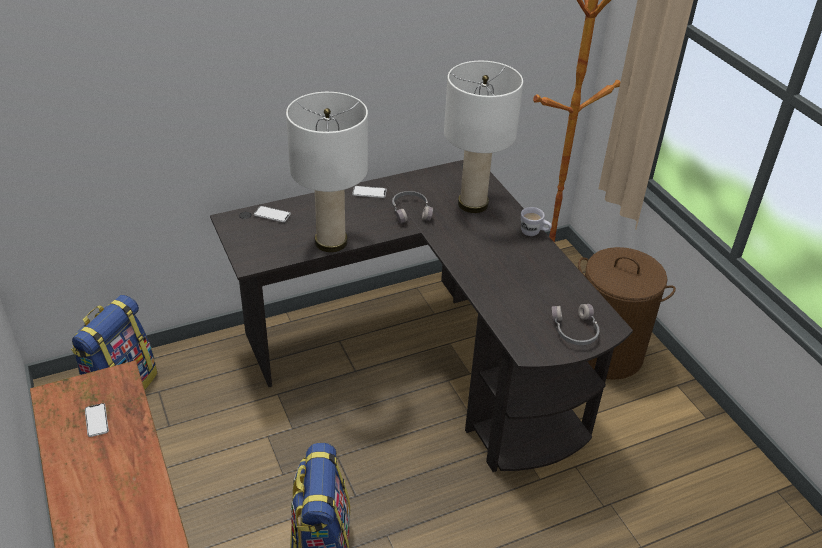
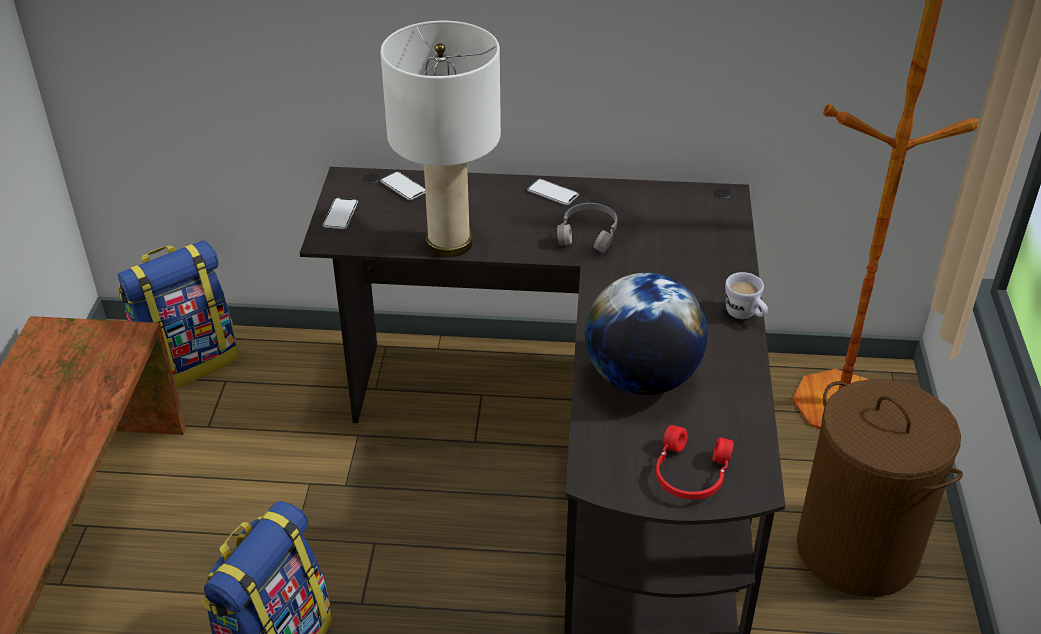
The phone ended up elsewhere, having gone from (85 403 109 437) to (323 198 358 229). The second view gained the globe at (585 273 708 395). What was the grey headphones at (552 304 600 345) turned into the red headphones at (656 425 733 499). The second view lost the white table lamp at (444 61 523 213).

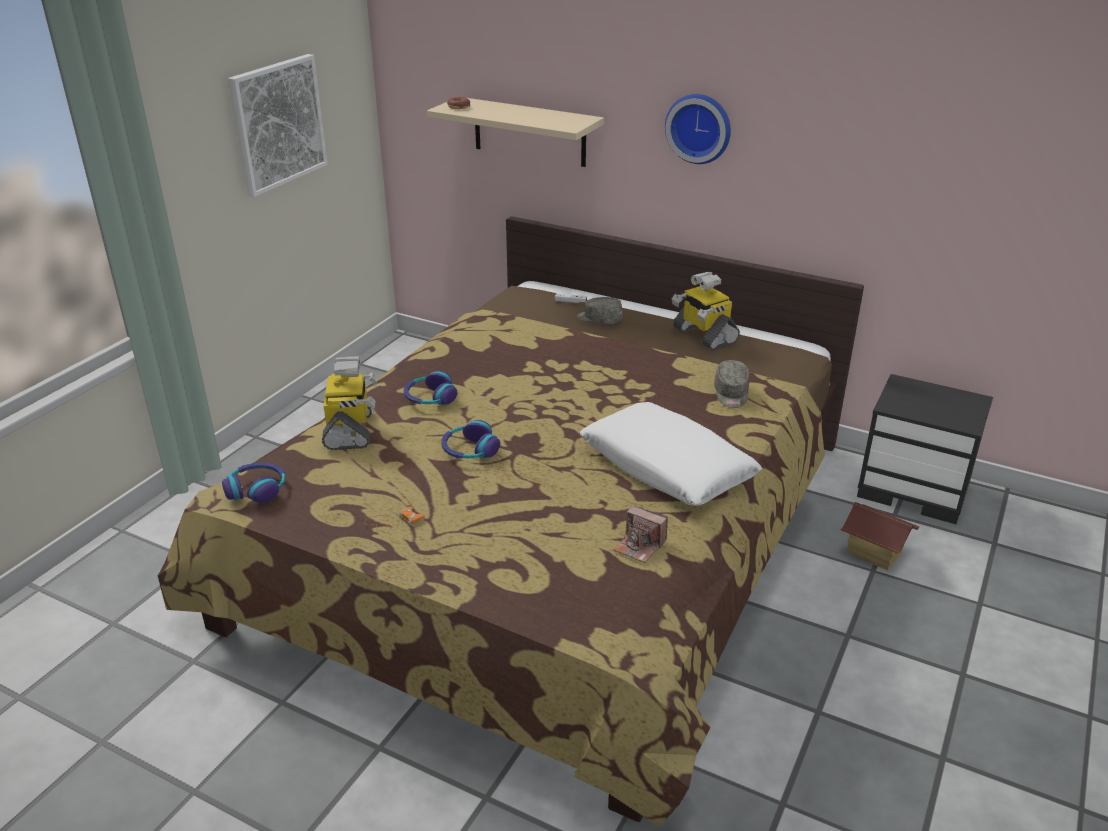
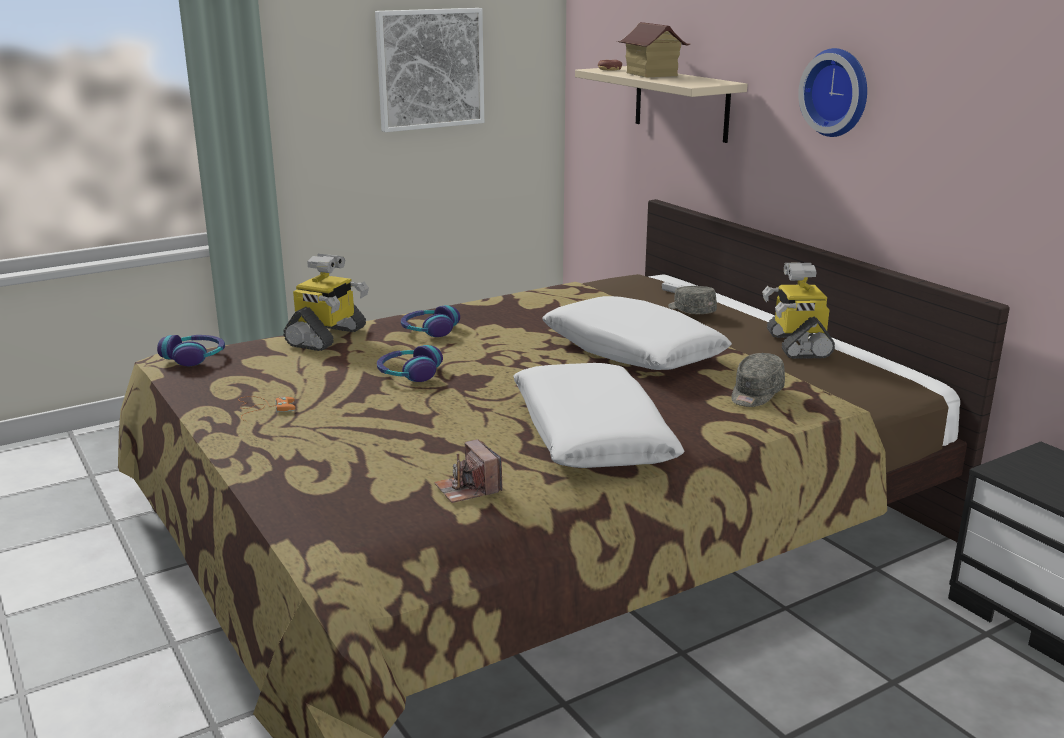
The second view gained the white pillow at (542 296 732 370). The toy house ended up elsewhere, having gone from (841 502 919 570) to (617 22 690 78).

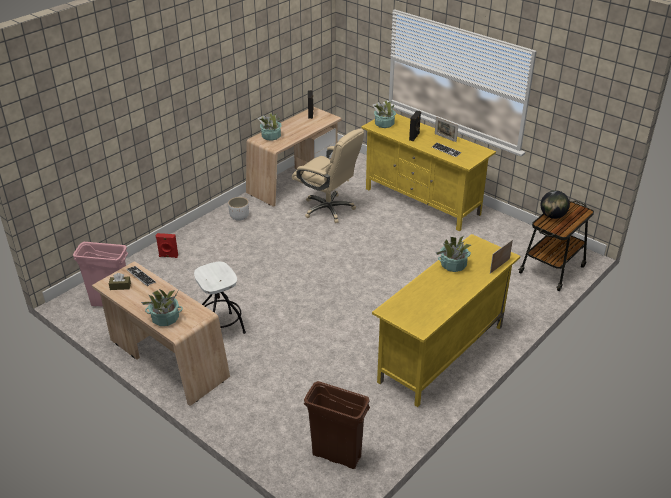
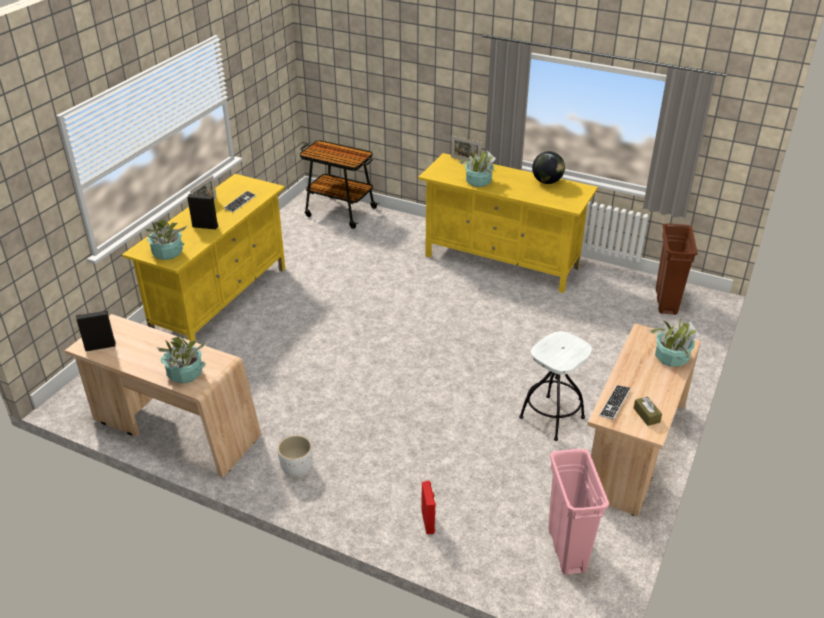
The globe ended up elsewhere, having gone from (541 190 570 219) to (532 151 565 184). The second view lost the beige office chair at (292 128 364 223).

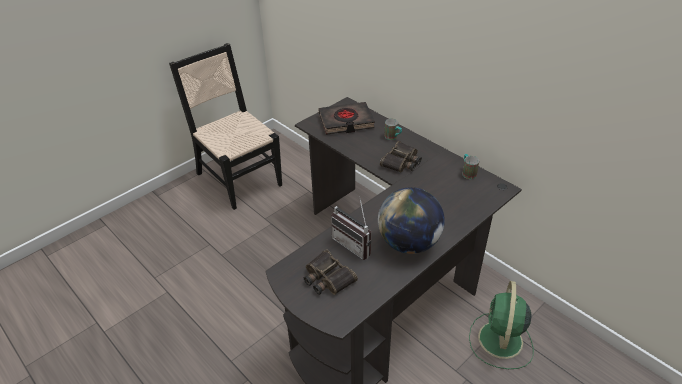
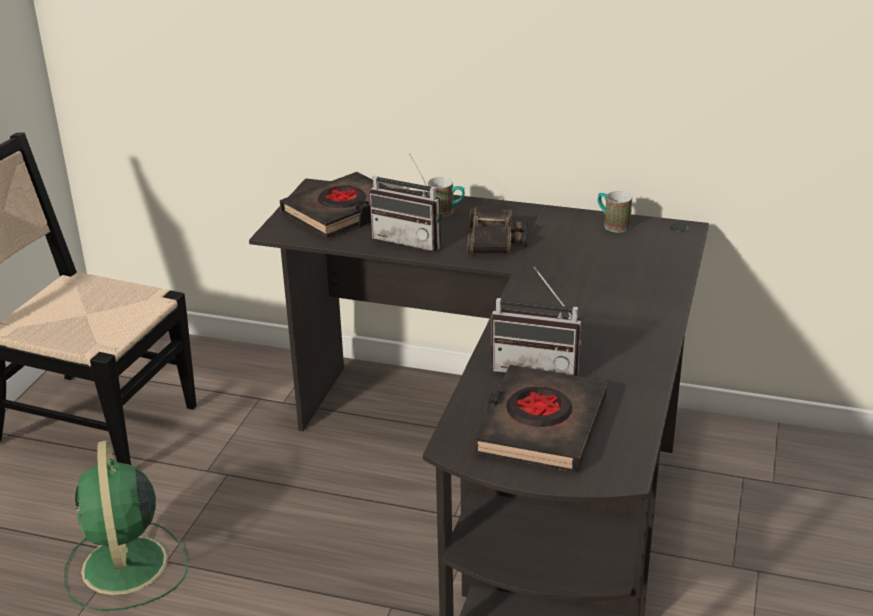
The green fan ended up elsewhere, having gone from (469 281 534 369) to (64 440 188 611). The second view gained the radio at (369 153 442 251). Where the binoculars stood at (304 249 358 295), the black book came to stand at (474 365 607 472). The second view lost the globe at (378 187 445 254).

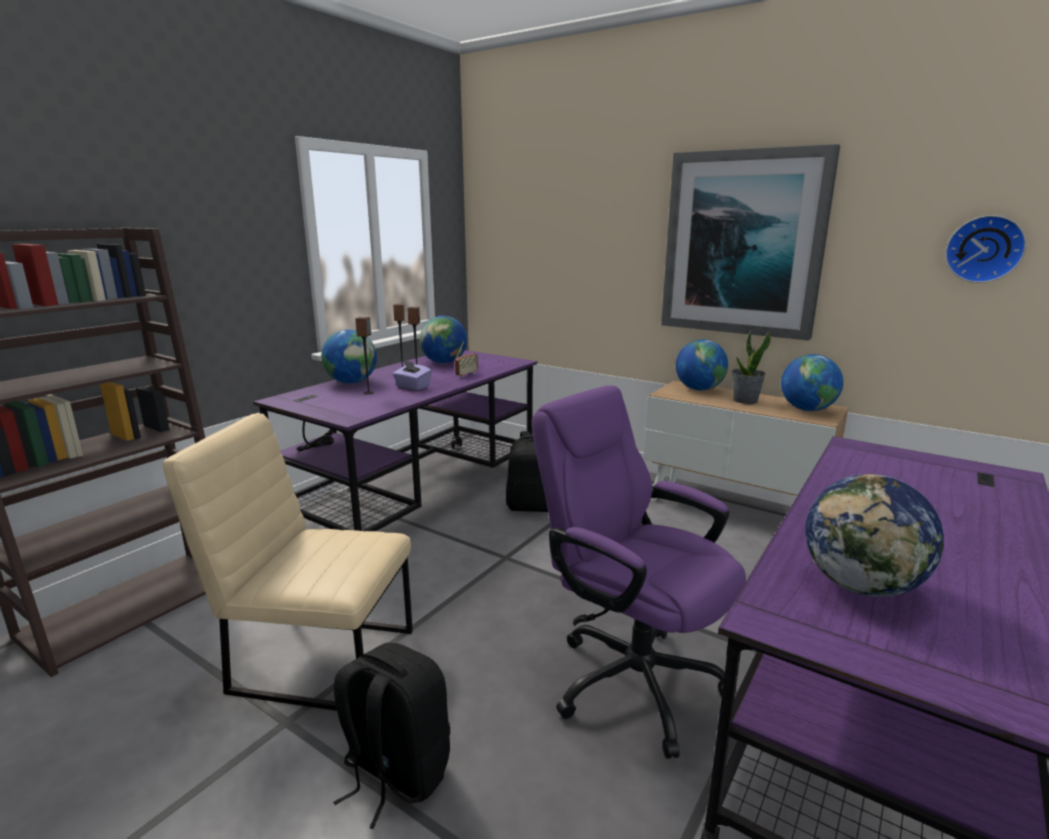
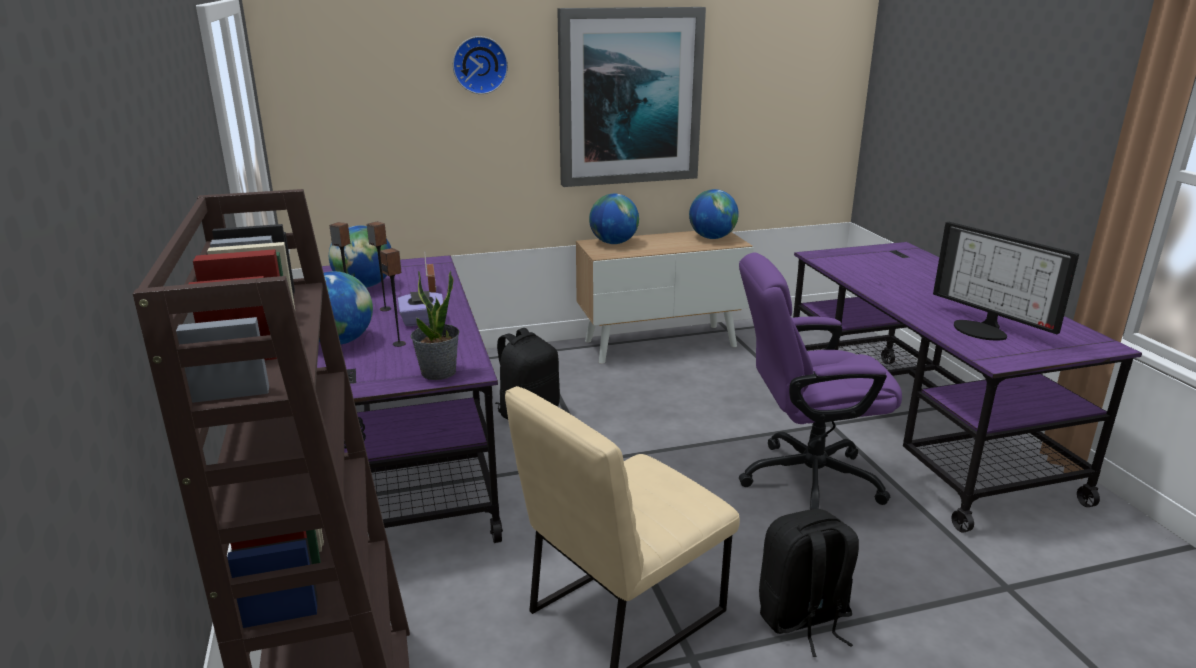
The potted plant ended up elsewhere, having gone from (731 329 771 404) to (410 270 460 380). The wall clock ended up elsewhere, having gone from (945 215 1027 283) to (453 36 508 94). Where the globe stood at (805 474 944 597), the monitor came to stand at (933 222 1079 340).

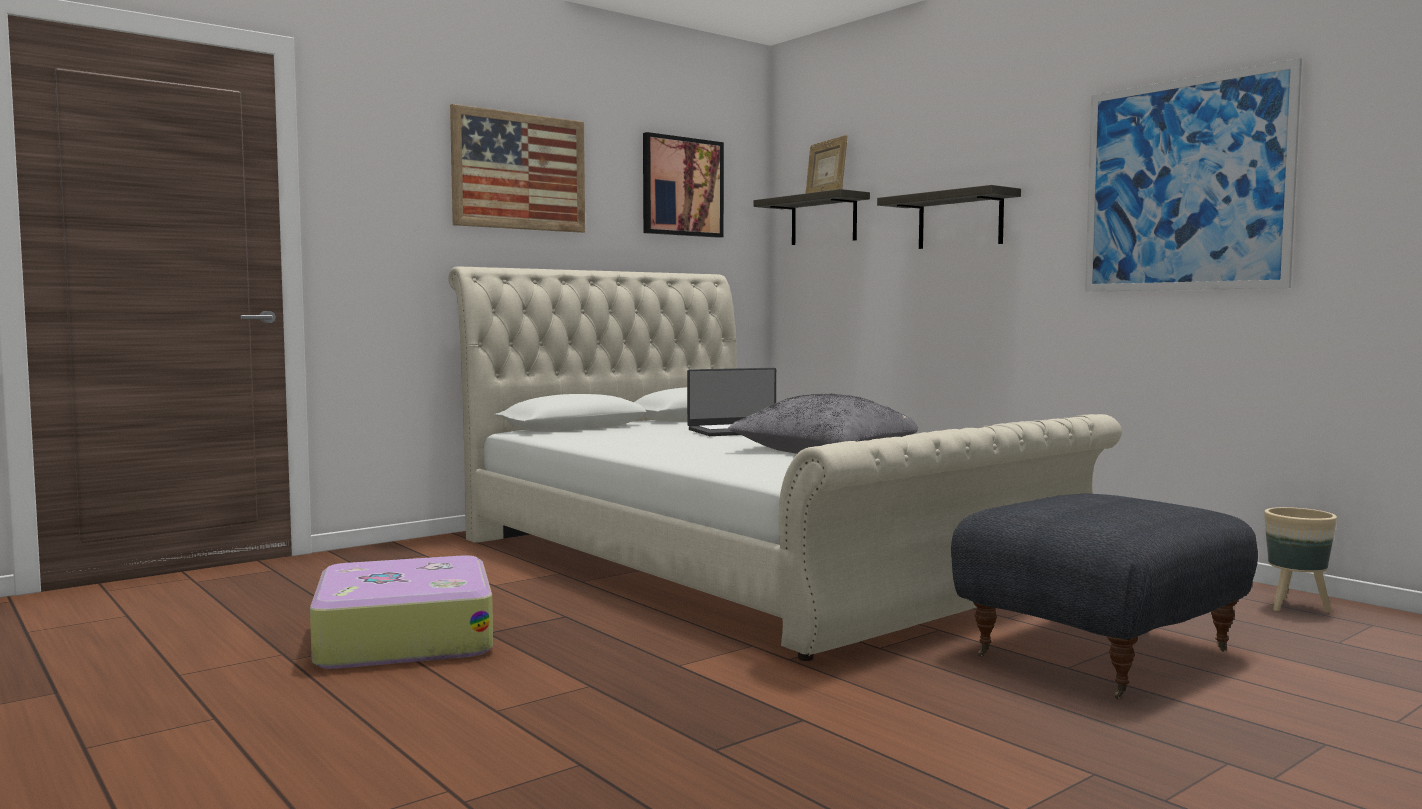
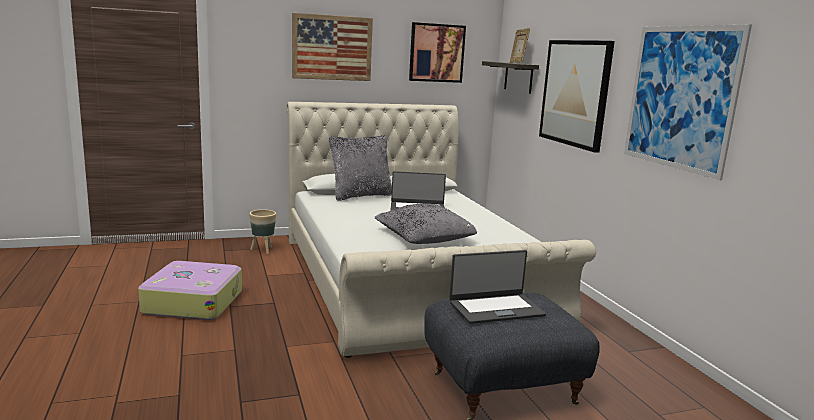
The beige planter ended up elsewhere, having gone from (1264 507 1337 612) to (249 209 276 254). The second view gained the grey pillow at (329 135 392 201). The second view gained the laptop at (449 250 546 324). Where the shelf hung at (877 185 1021 249), the picture came to hang at (539 40 615 153).

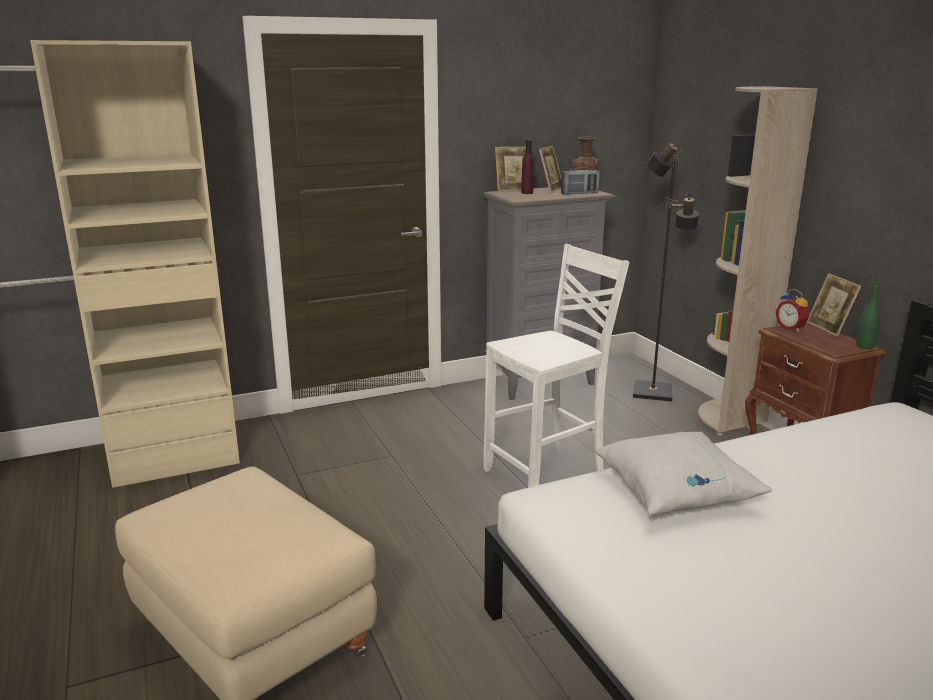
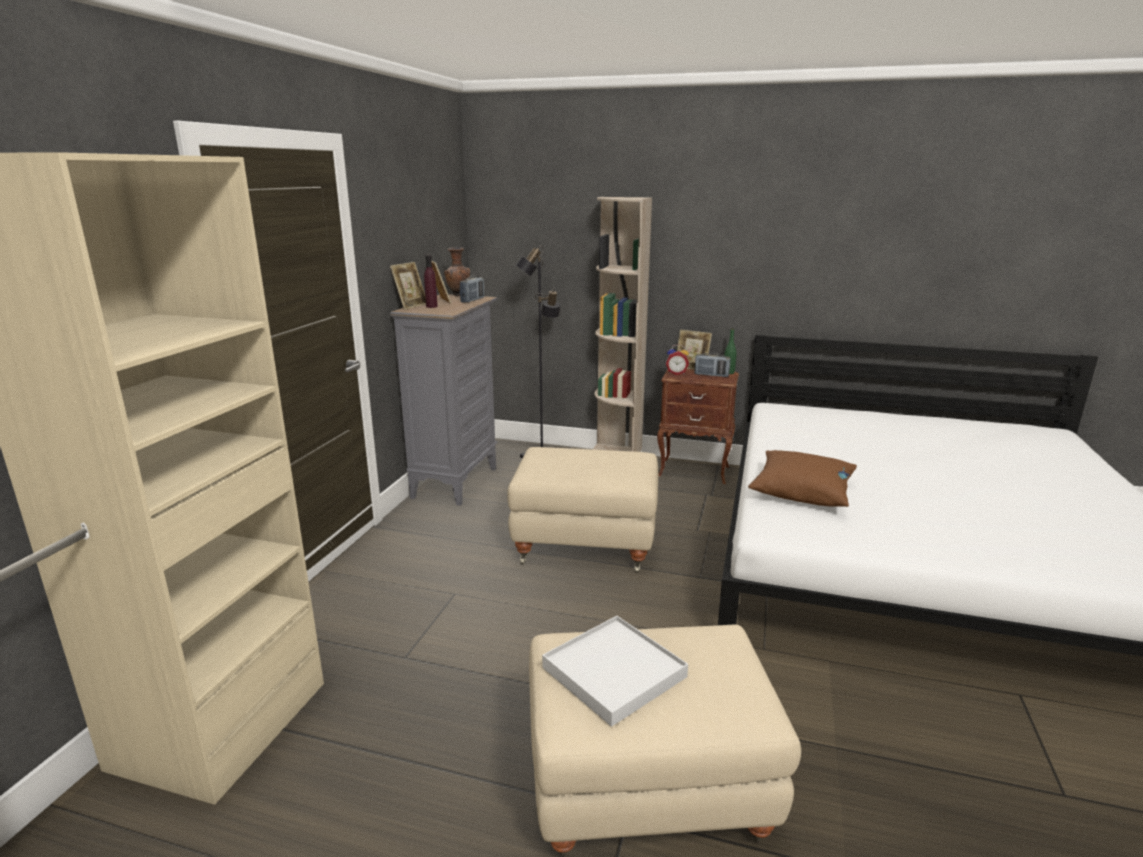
Where the white chair stood at (483 244 630 487), the beige ottoman came to stand at (507 447 658 573). The second view gained the white tray at (542 616 688 727). The second view gained the radio at (694 353 731 377). What was the grey pillow at (595 432 772 515) turned into the brown pillow at (748 450 857 507).

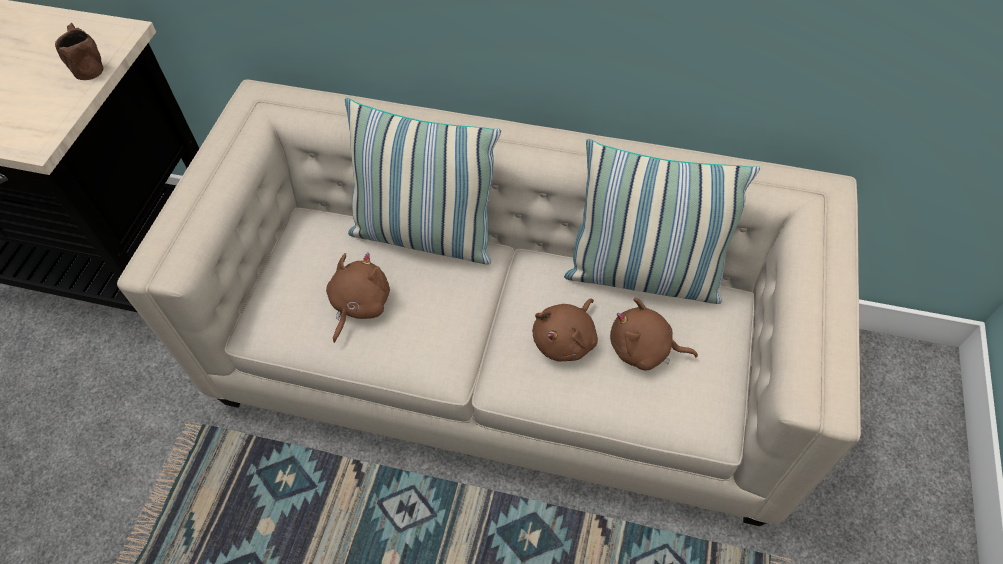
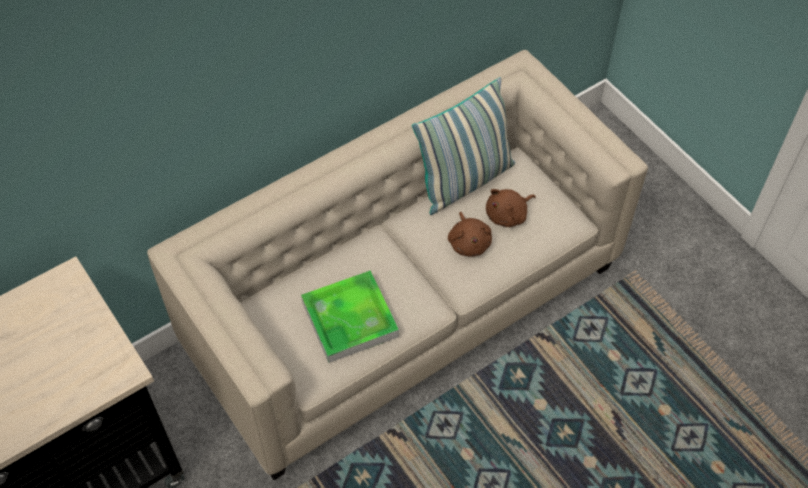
Where the brown plush toy stood at (326 253 390 343), the tray came to stand at (301 271 399 363). The second view lost the brown mug at (55 23 103 80). The second view lost the pillow at (345 98 501 264).

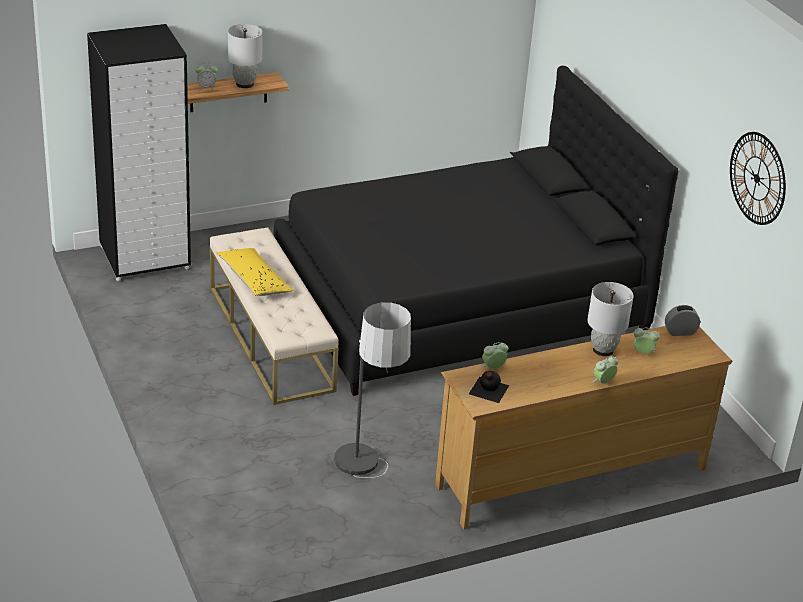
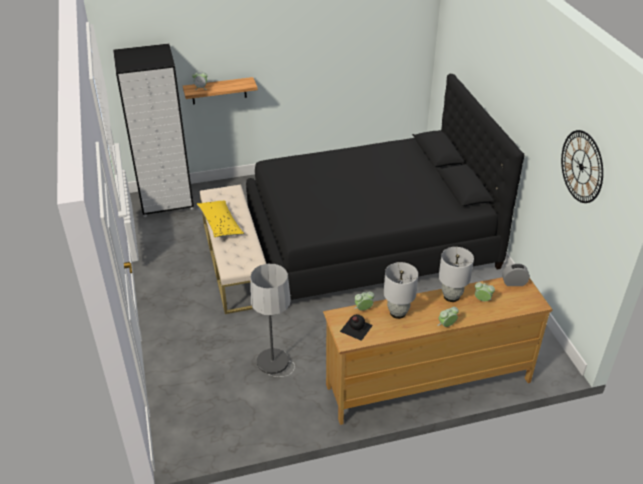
The white table lamp ended up elsewhere, having gone from (228 24 263 88) to (384 262 418 319).

